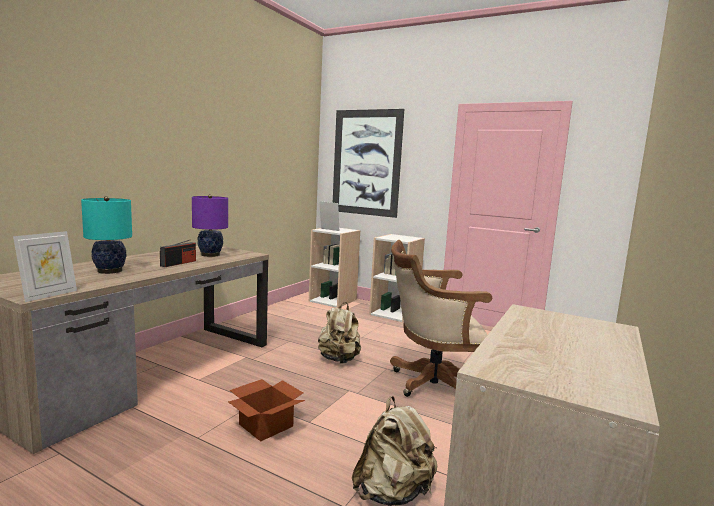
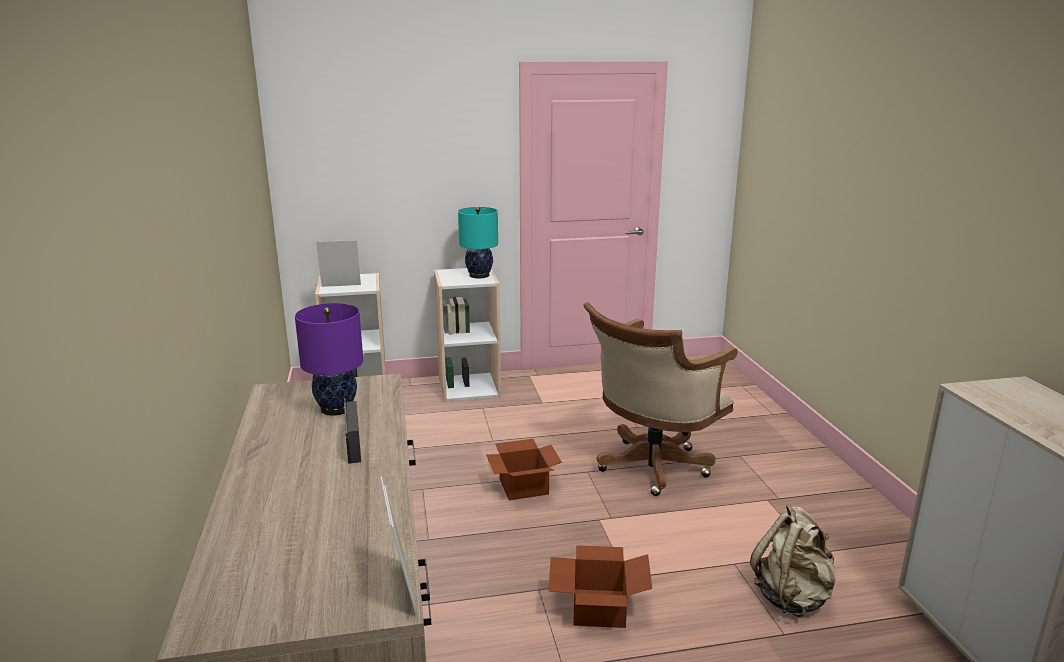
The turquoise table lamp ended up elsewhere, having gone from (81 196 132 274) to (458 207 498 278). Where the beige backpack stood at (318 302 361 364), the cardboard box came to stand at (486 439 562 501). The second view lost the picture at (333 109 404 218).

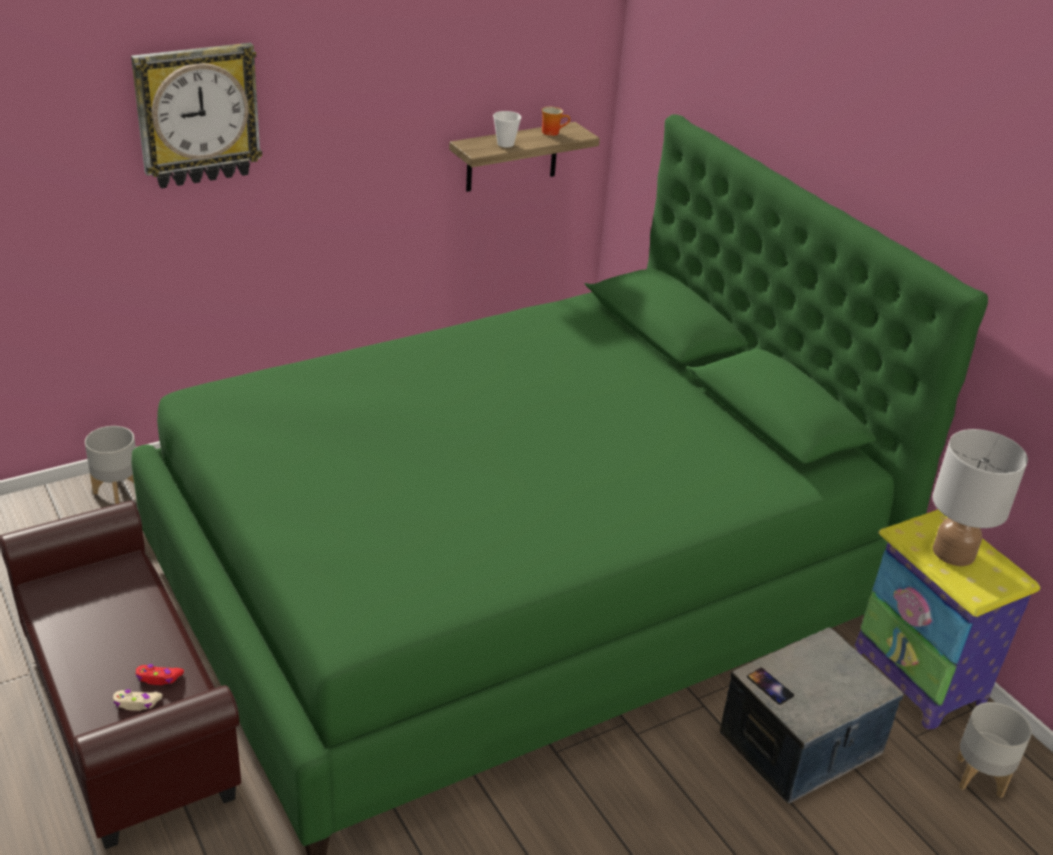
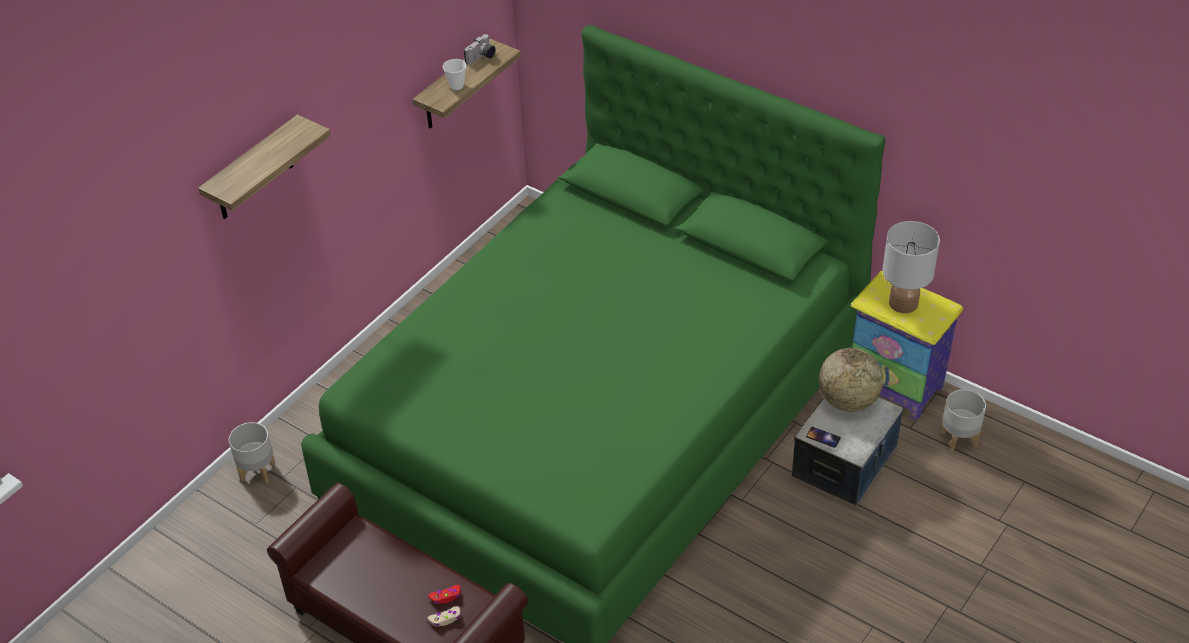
Where the wall clock hung at (131 43 262 189), the shelf came to hang at (198 115 331 219). Where the mug stood at (542 107 570 136), the photo camera came to stand at (464 34 496 65). The second view gained the globe at (819 348 883 412).

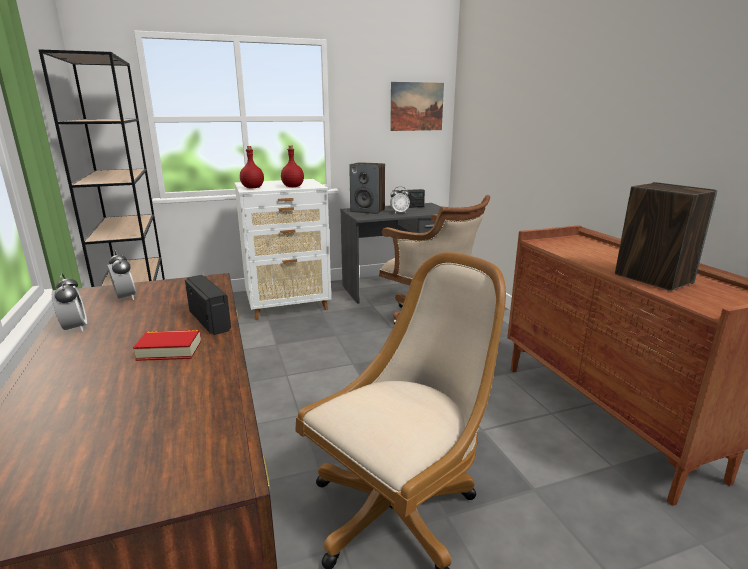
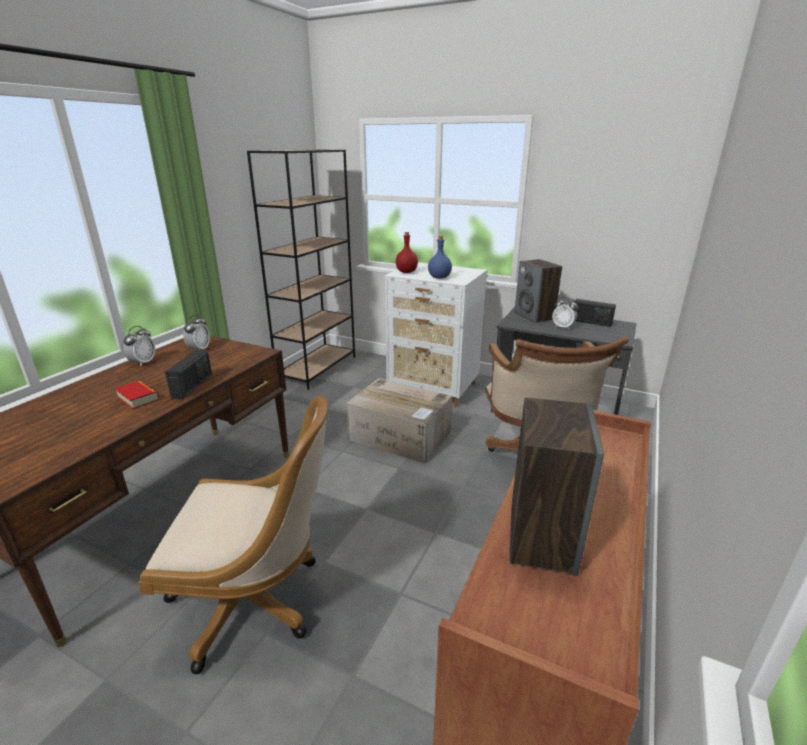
The second view gained the cardboard box at (346 378 452 464). What was the red bottle at (281 145 304 187) turned into the blue bottle at (428 236 452 279). The second view lost the picture at (390 82 444 131).

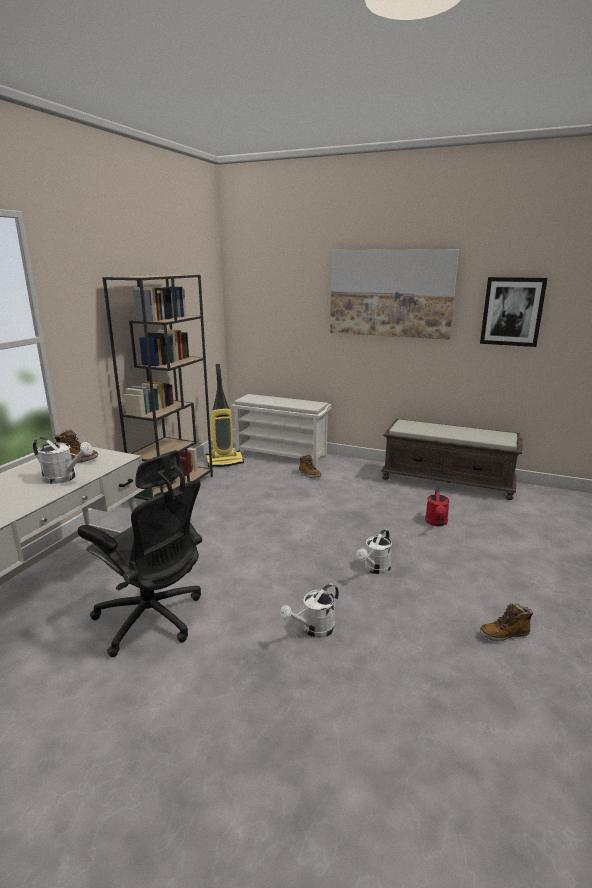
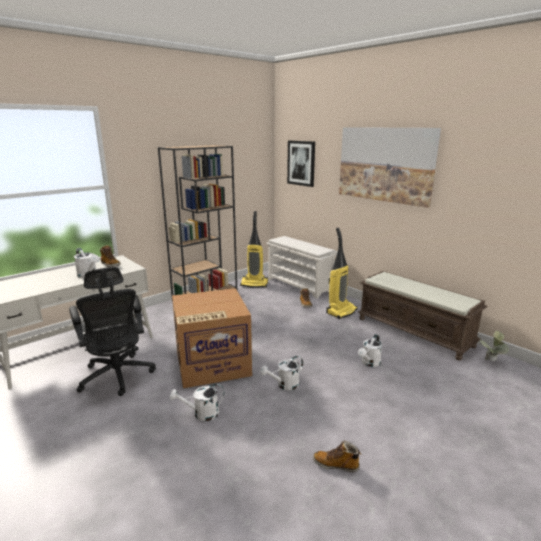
The second view gained the cardboard box at (172 288 252 388). The picture ended up elsewhere, having gone from (480 277 548 347) to (287 141 315 187). The second view gained the vacuum cleaner at (326 228 358 319). What was the red watering can at (425 488 450 526) turned into the white watering can at (358 334 382 367). The second view gained the potted plant at (479 331 509 361).

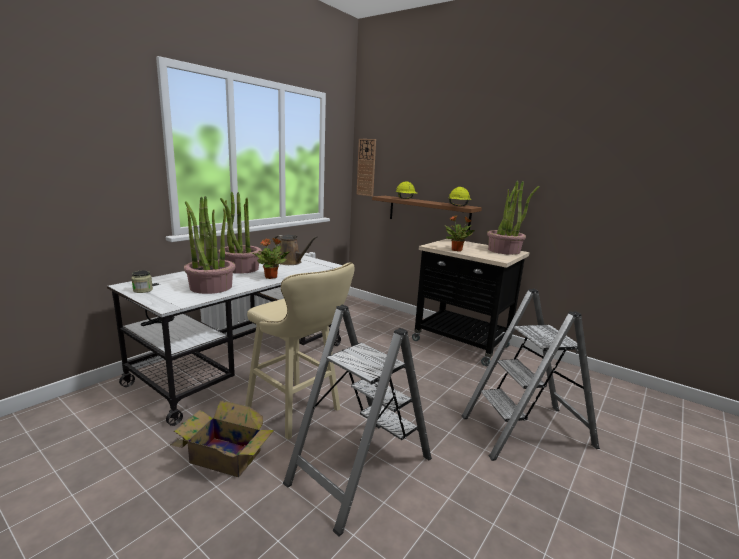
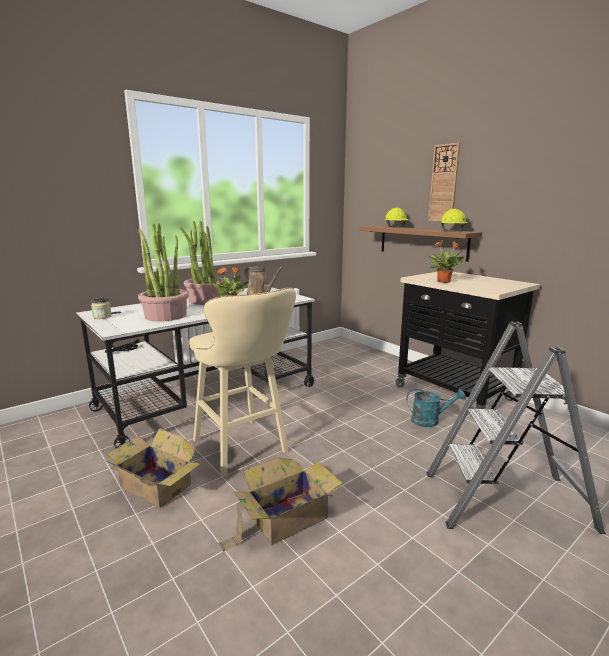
Where the grey step ladder stood at (283 305 432 537), the cardboard box came to stand at (218 457 343 552). The second view gained the turquoise watering can at (406 389 466 427). The wall clock ended up elsewhere, having gone from (356 139 376 197) to (428 143 460 221). The second view lost the potted plant at (487 180 540 255).

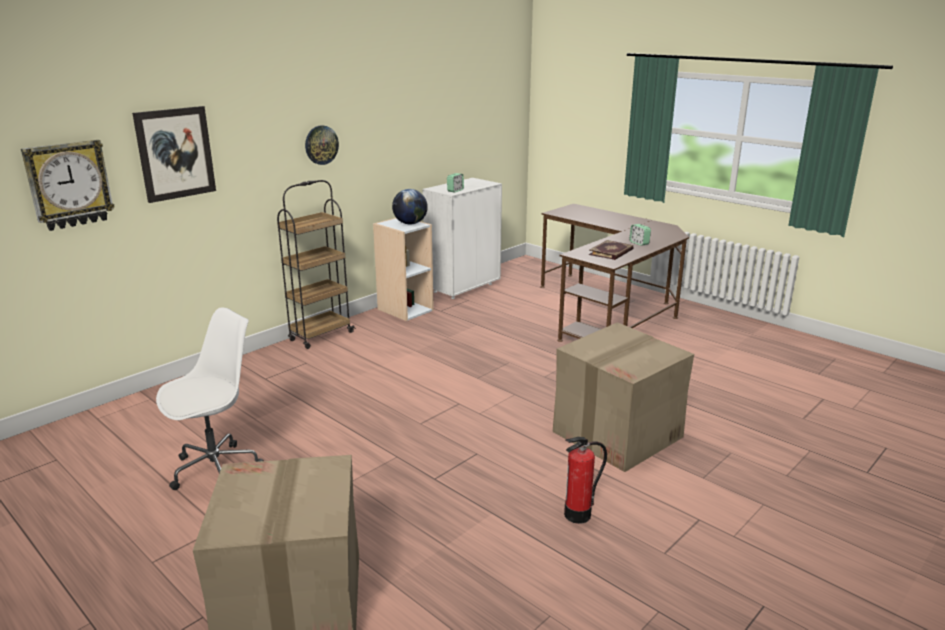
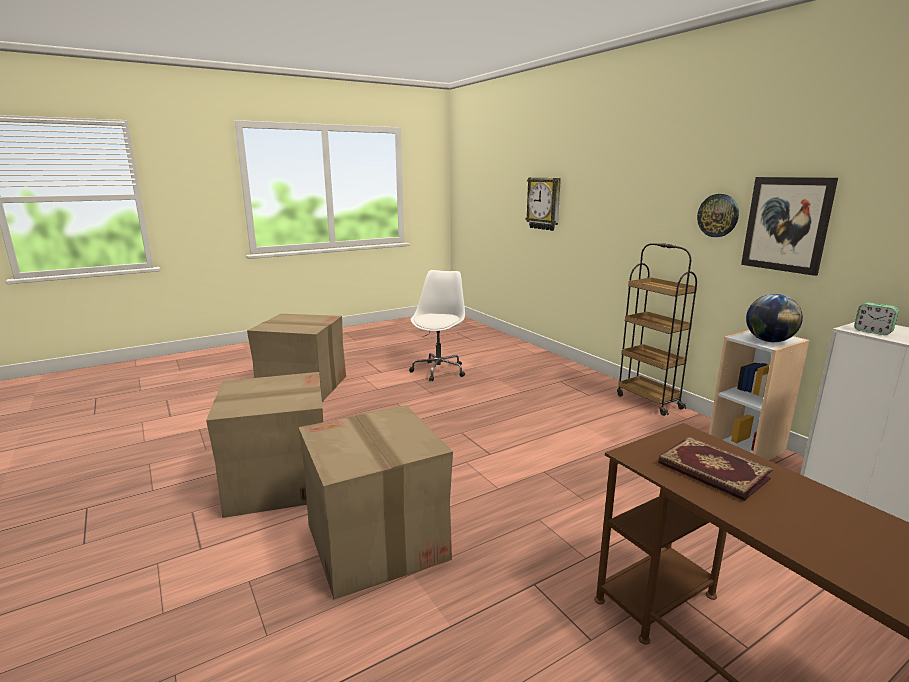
Where the fire extinguisher stood at (564 437 607 524), the cardboard box came to stand at (206 372 323 518). The white office chair at (156 308 264 490) ended up facing another way, 135 degrees counterclockwise from before. The picture ended up elsewhere, having gone from (132 106 216 203) to (741 177 838 276). The second view lost the alarm clock at (629 224 651 246).

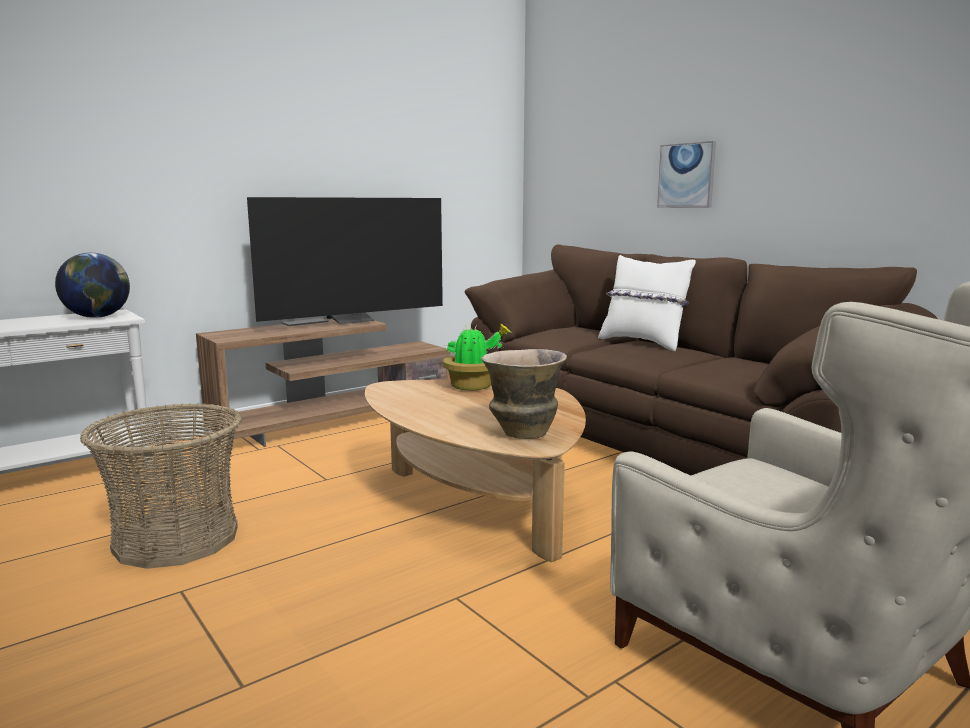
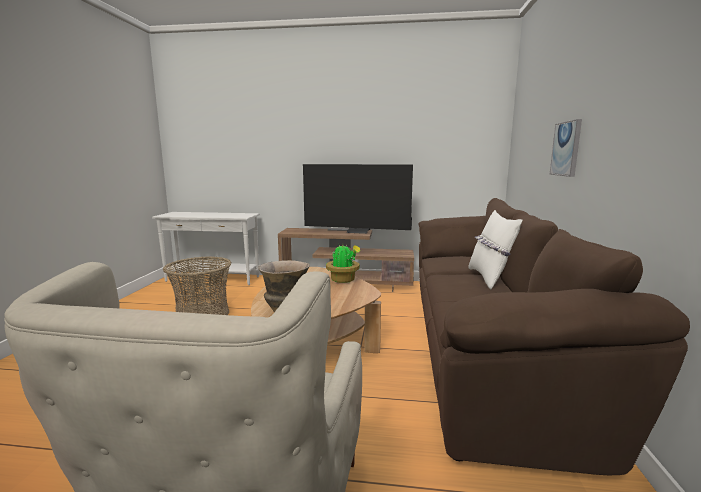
The second view lost the globe at (55 253 130 318).

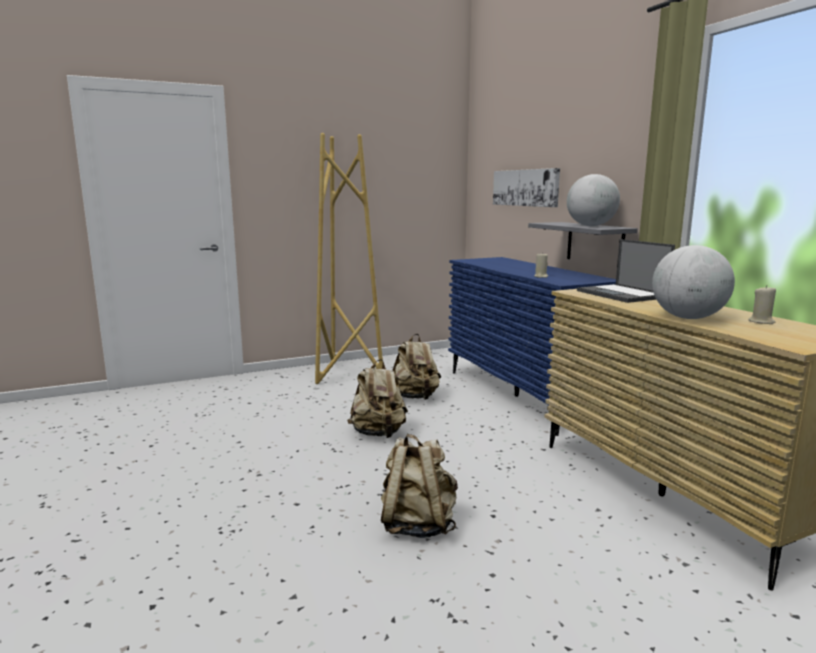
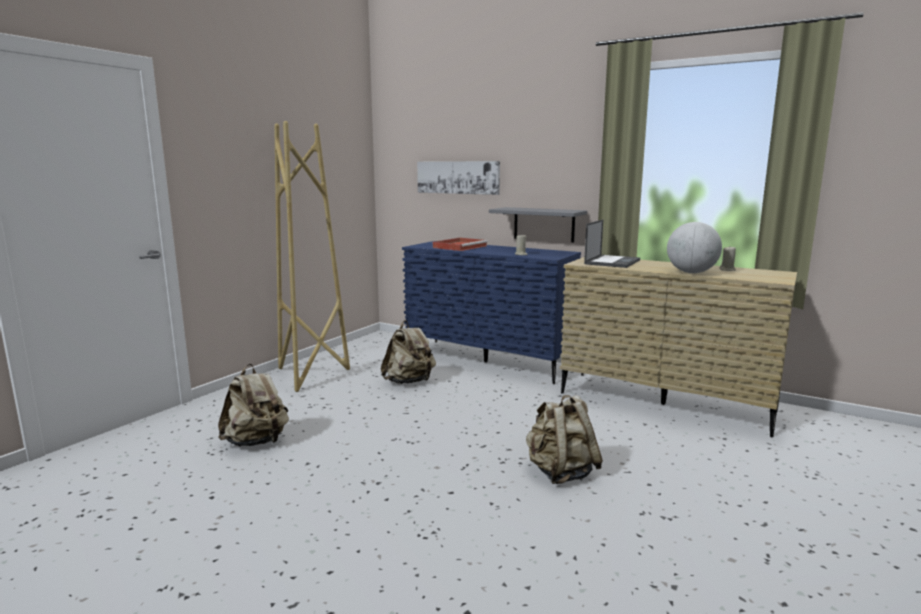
The beige backpack ended up elsewhere, having gone from (347 359 408 438) to (218 364 289 447). The second view gained the red tray at (433 238 488 251). The laptop at (577 239 675 303) ended up facing another way, 90 degrees counterclockwise from before. The second view lost the globe at (567 174 620 226).

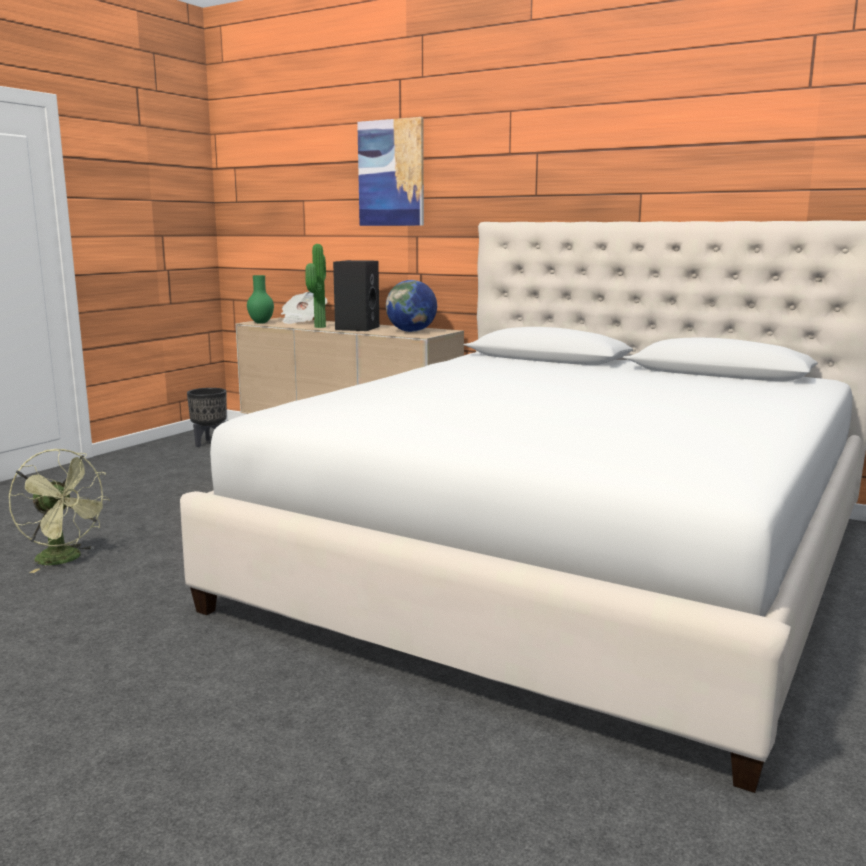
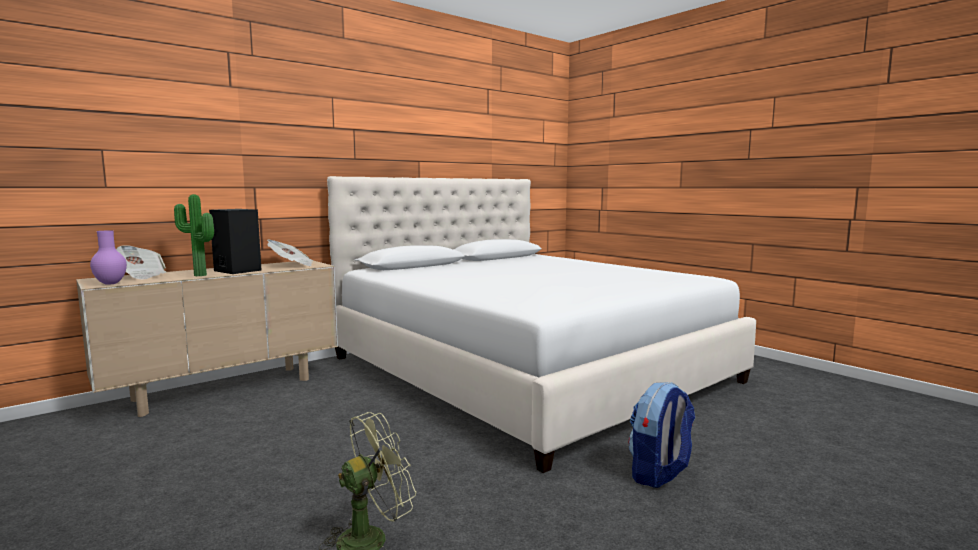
What was the green vase at (247 275 274 324) turned into the purple vase at (90 230 127 285). Where the globe stood at (386 280 437 332), the newspaper came to stand at (267 239 313 266). The second view gained the backpack at (629 382 695 488). The second view lost the black planter at (187 388 227 447). The second view lost the picture at (357 117 424 226).

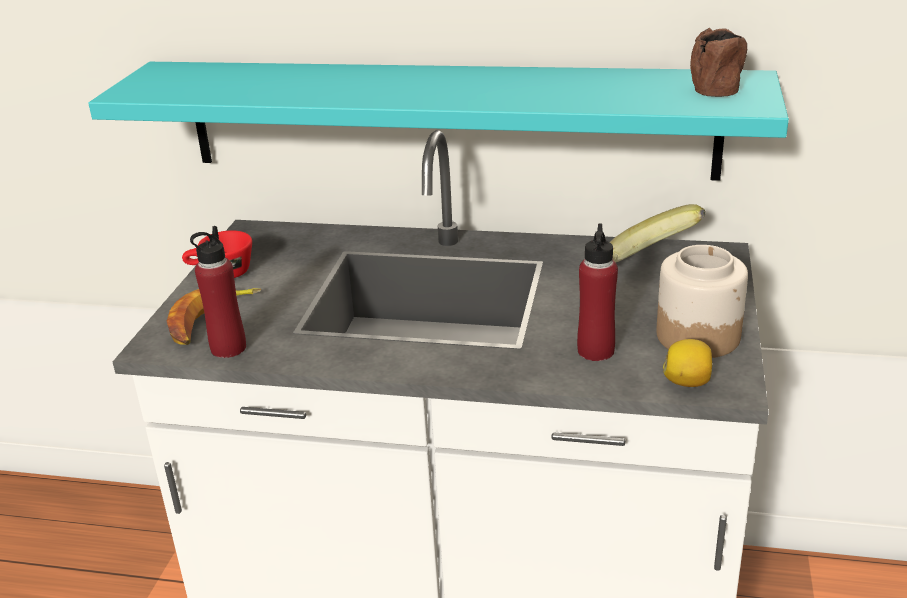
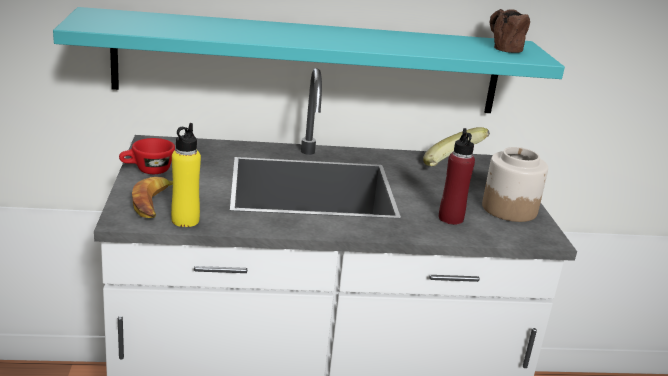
What was the red bottle at (190 226 246 358) turned into the yellow bottle at (171 123 201 227). The second view lost the lemon at (663 339 712 387).

